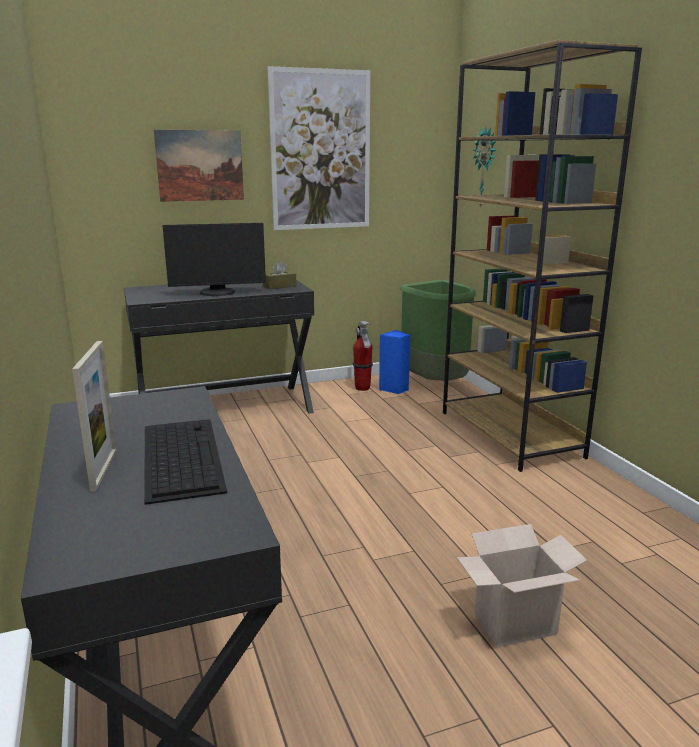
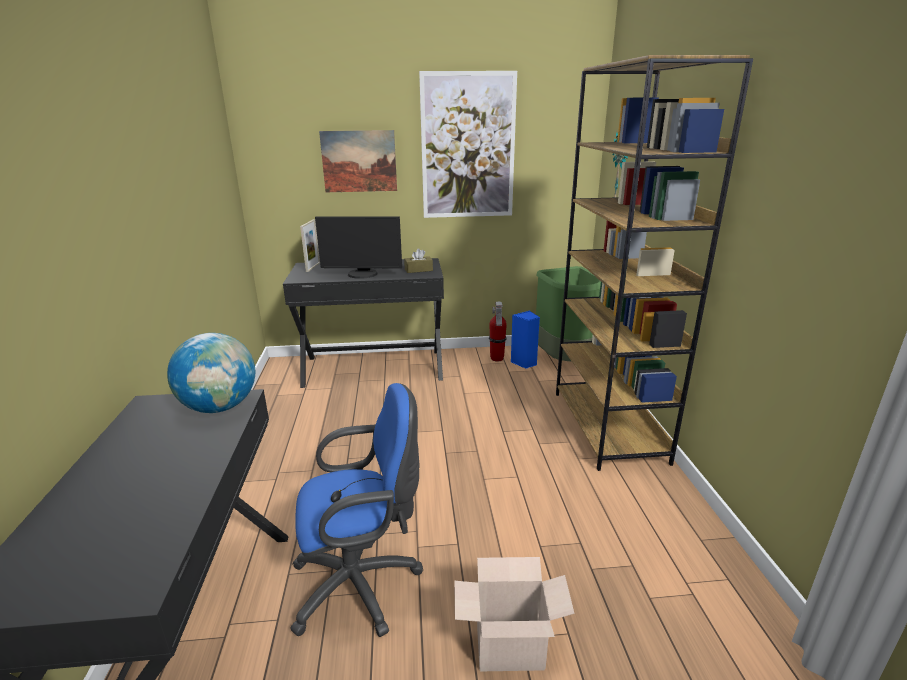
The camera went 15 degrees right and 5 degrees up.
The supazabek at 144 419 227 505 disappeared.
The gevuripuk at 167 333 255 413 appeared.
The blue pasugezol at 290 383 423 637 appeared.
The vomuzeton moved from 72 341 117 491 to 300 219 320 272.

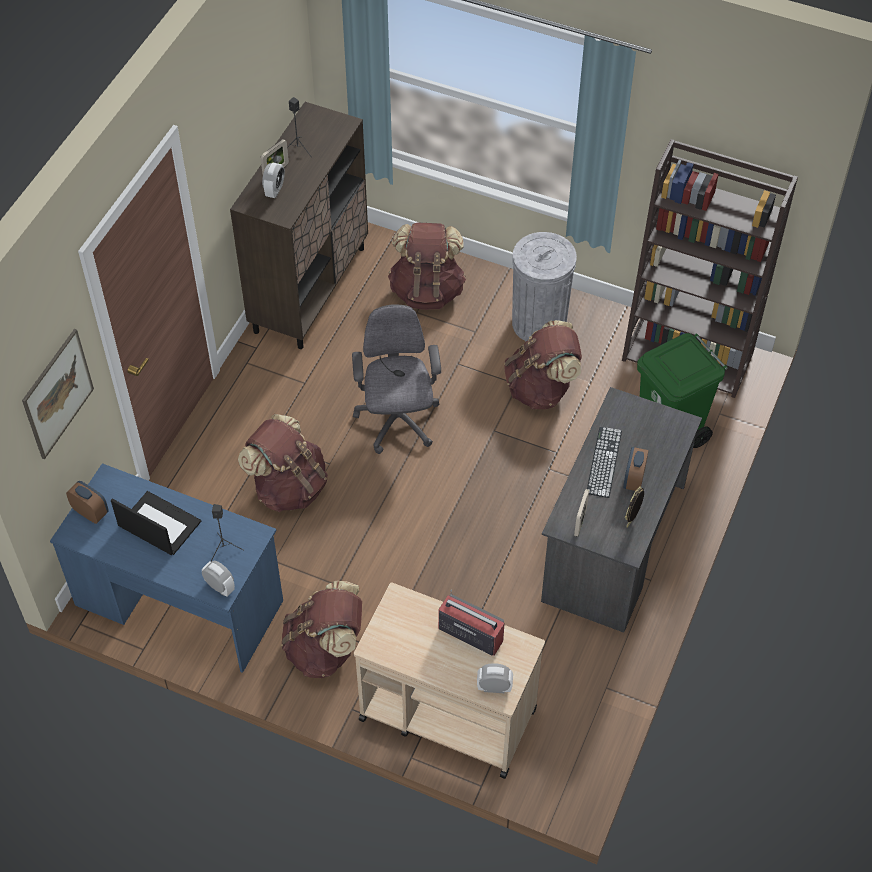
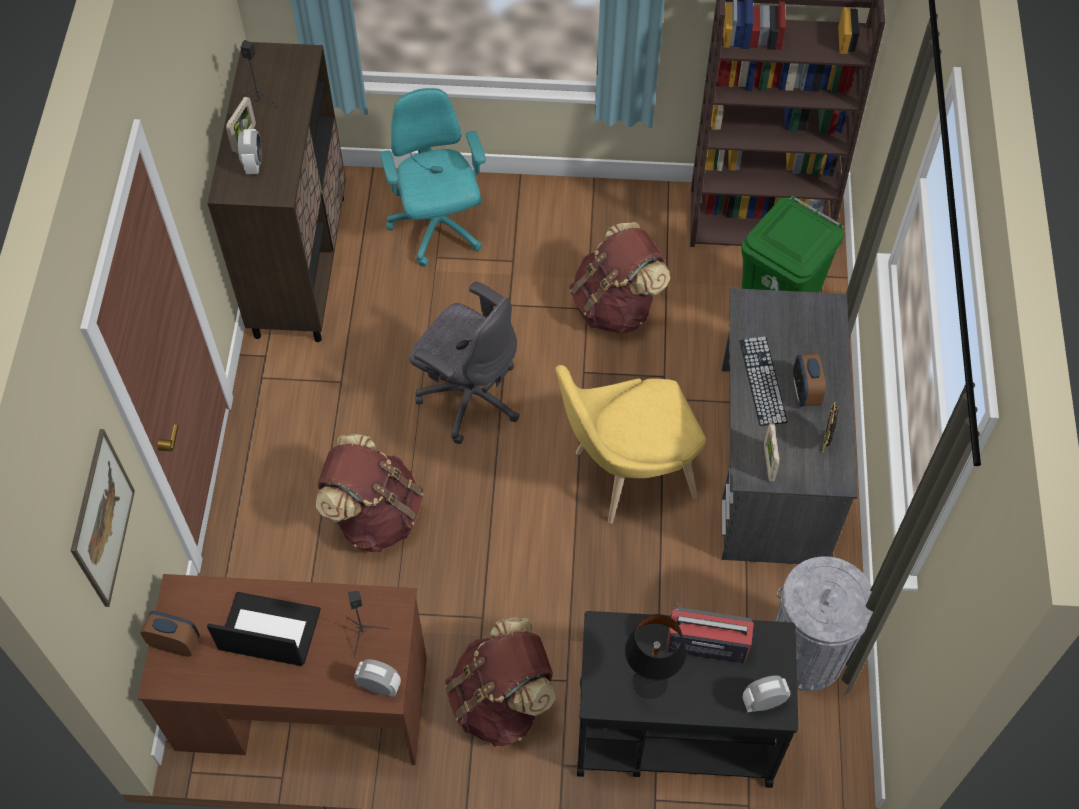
The camera went 20 degrees left and 5 degrees up.
The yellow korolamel at 555 365 706 524 appeared.
The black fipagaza at 625 614 687 699 appeared.
The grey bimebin moved from 512 232 577 342 to 775 556 873 691.
The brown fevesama at 388 222 466 310 was replaced by the turquoise pasugezol at 380 88 486 266.
The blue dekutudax at 50 463 283 673 became the brown dekutudax at 138 574 427 765.
The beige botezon at 354 582 545 779 became the black botezon at 577 611 798 788.
The grey pasugezol at 352 304 441 454 turned 150 degrees clockwise.

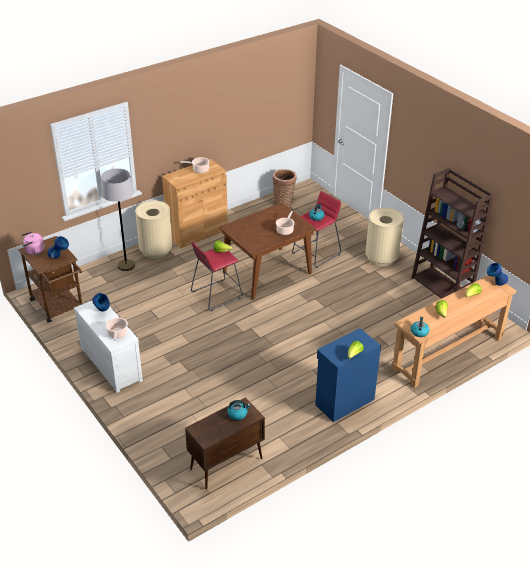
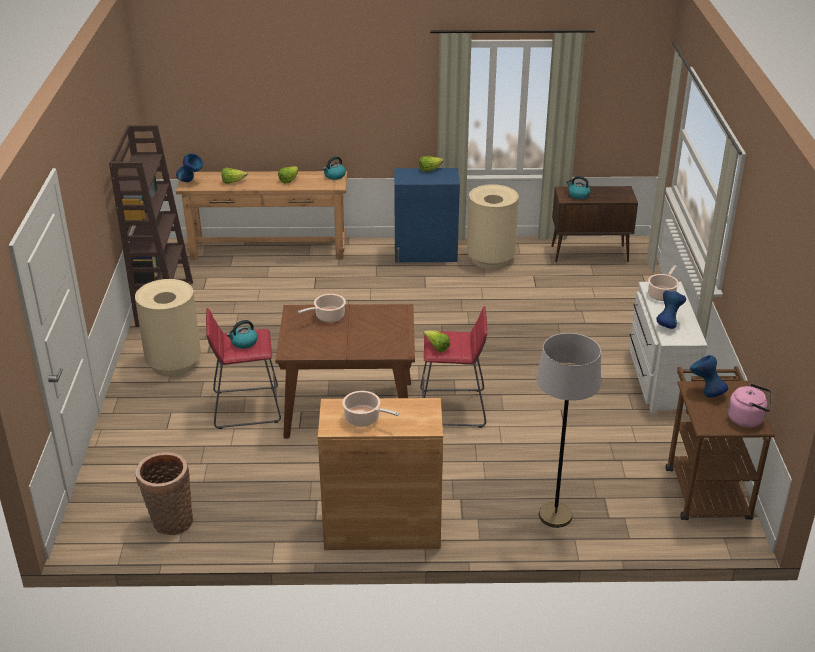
The camera went 145 degrees left and 5 degrees down.
The beige bimebin moved from 135 200 173 259 to 467 184 519 269.

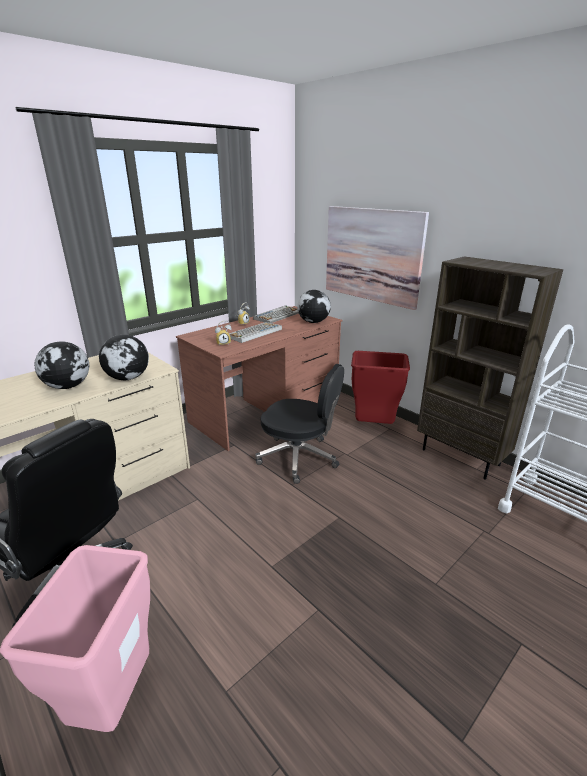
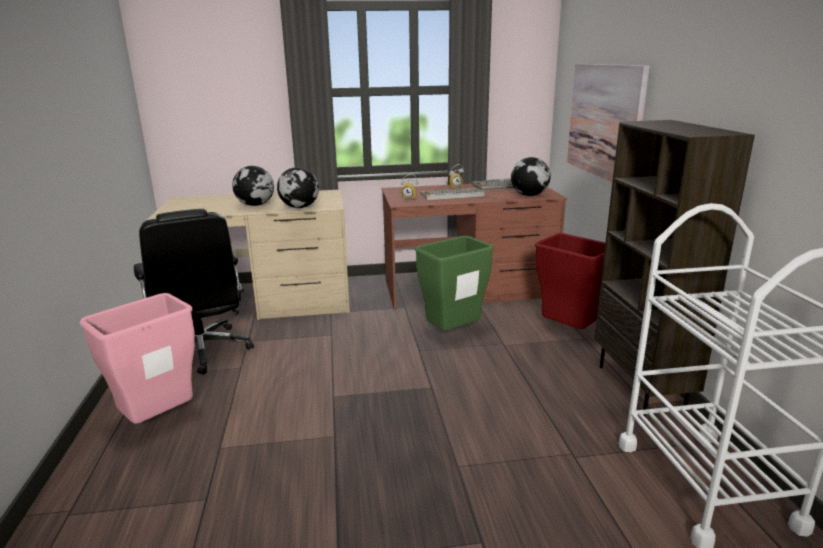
The camera went 35 degrees right and 5 degrees down.
The black pasugezol at 255 364 344 484 was replaced by the green bimebin at 415 236 494 331.

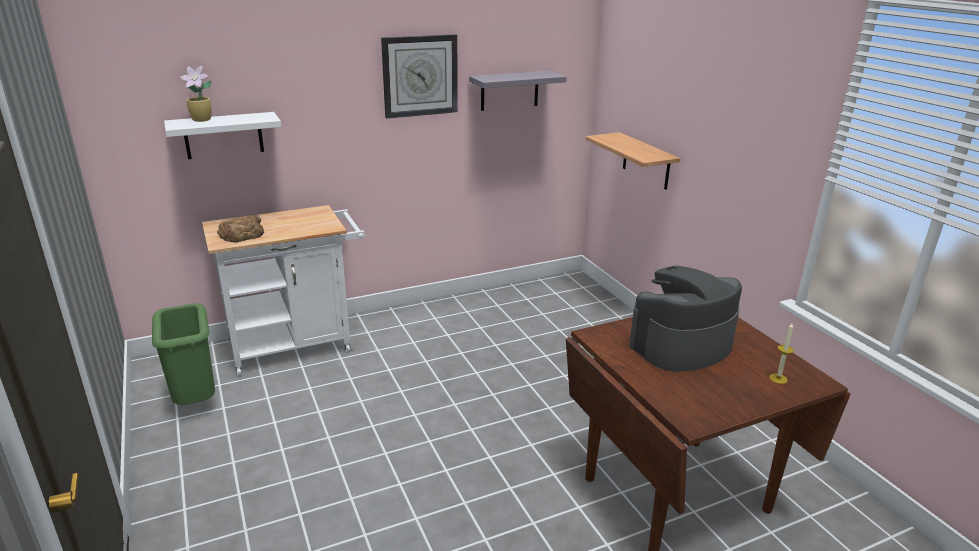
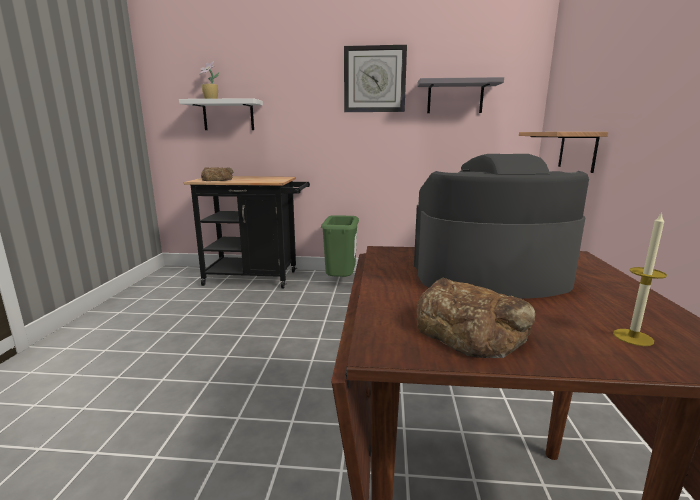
The camera went 30 degrees right and 10 degrees down.
The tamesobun at 416 278 535 358 appeared.
The green bimebin moved from 152 303 215 405 to 321 215 359 277.
The white botezon at 202 205 365 376 became the black botezon at 184 176 310 289.

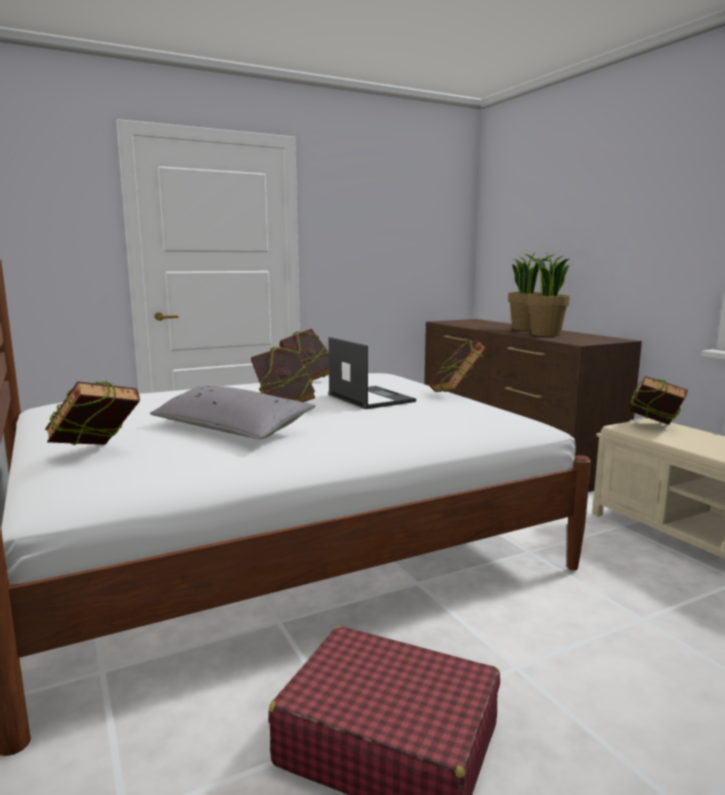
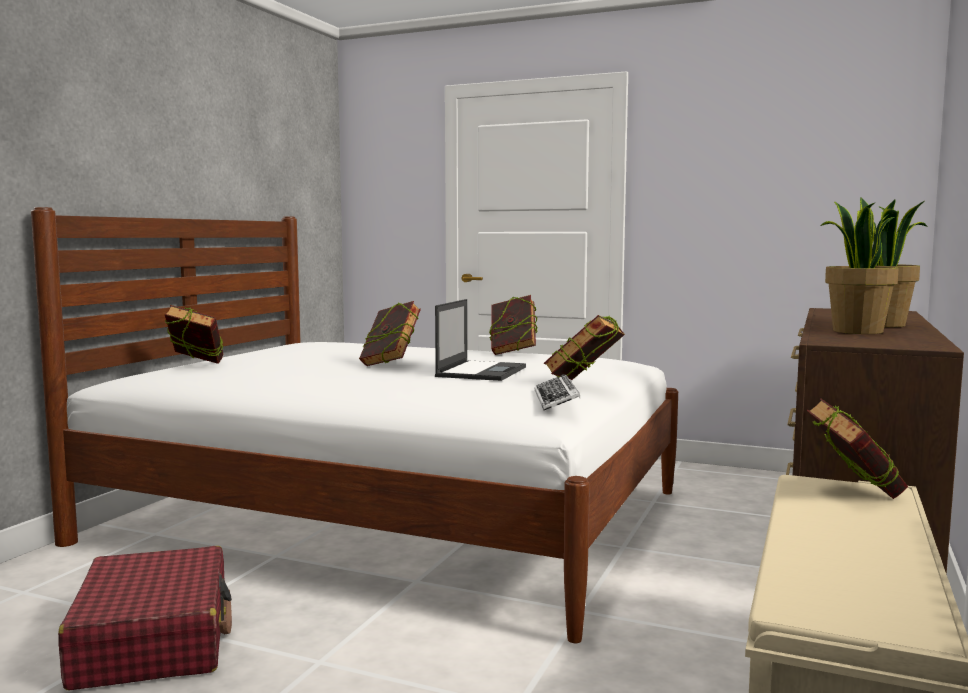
The camera went 50 degrees right and 5 degrees down.
The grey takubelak at 150 386 315 439 disappeared.
The supazabek at 535 374 580 410 appeared.

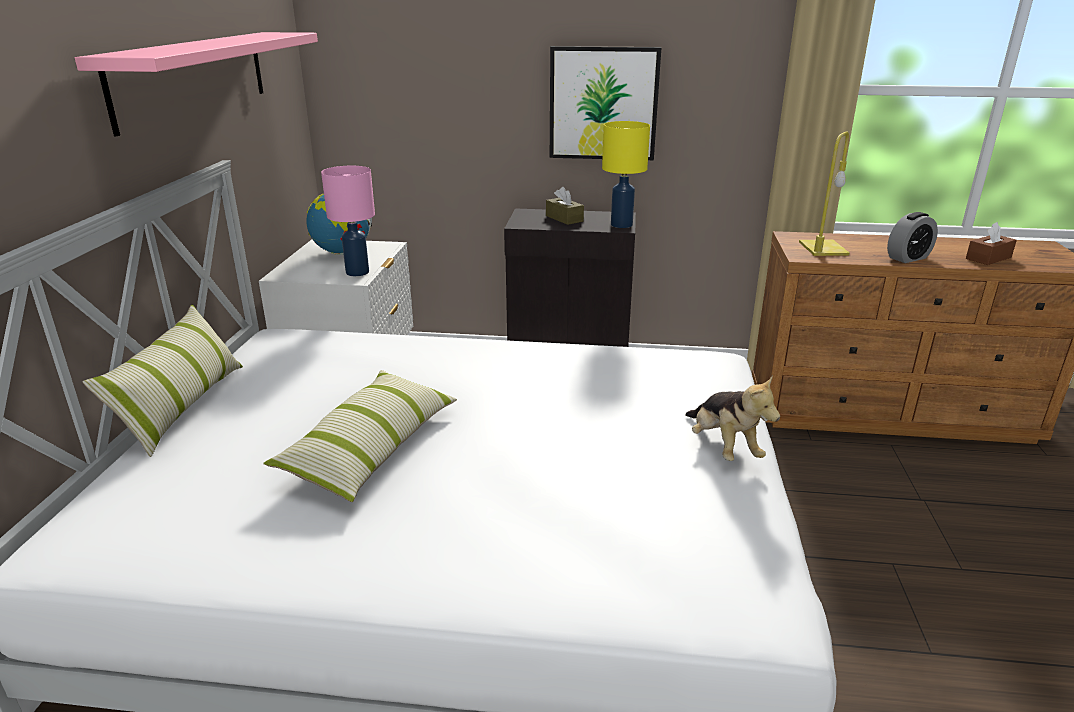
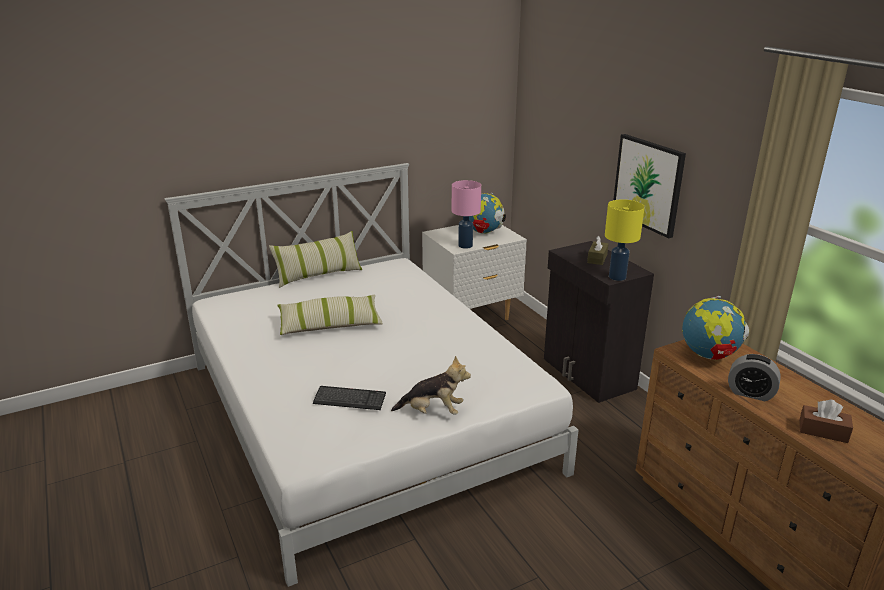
The camera went 55 degrees right and 0 degrees up.
The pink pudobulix at 75 32 318 136 disappeared.
The supazabek at 313 386 386 410 appeared.
The yellow fipagaza at 799 131 850 256 was replaced by the gevuripuk at 682 296 749 360.
The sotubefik at 685 375 780 461 turned 120 degrees counterclockwise.

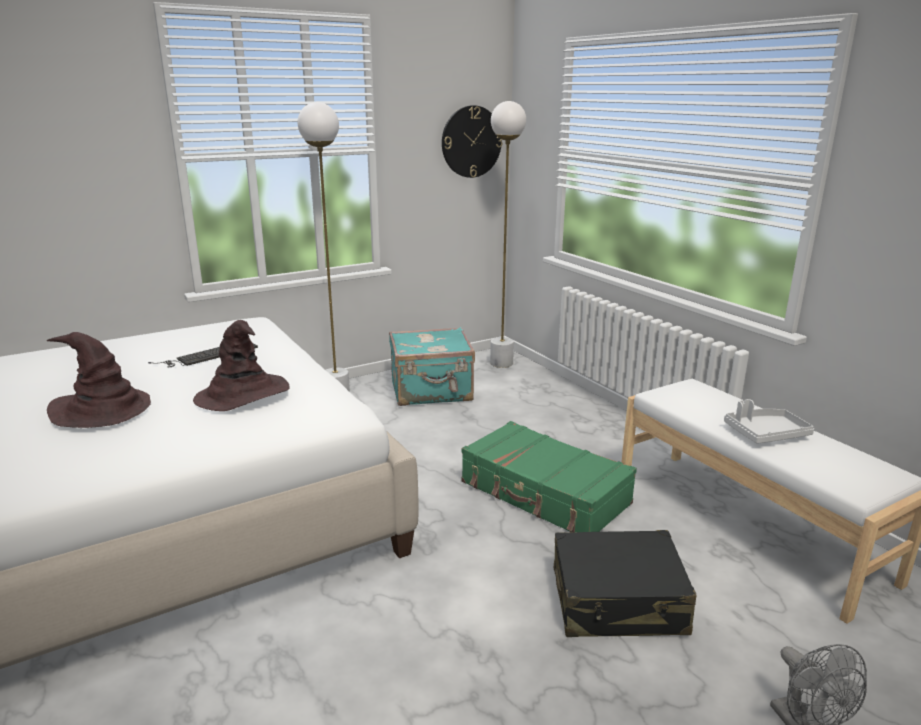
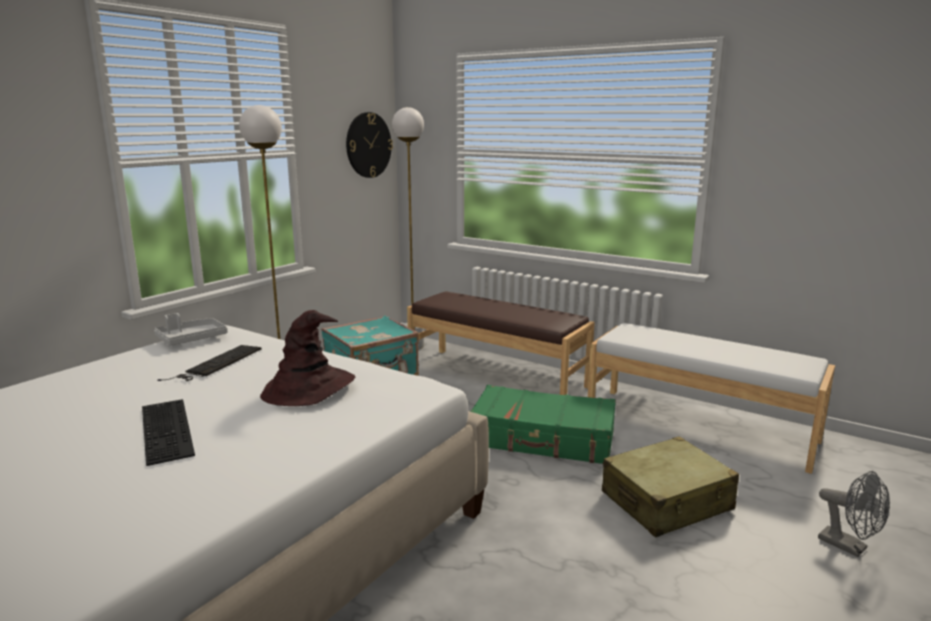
The camera went 25 degrees left and 5 degrees down.
The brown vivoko at 407 291 595 395 appeared.
The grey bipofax moved from 724 399 814 444 to 154 313 228 346.
The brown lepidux at 46 332 151 428 was replaced by the supazabek at 142 399 195 466.
The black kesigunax at 554 530 697 637 became the beige kesigunax at 602 436 739 537.

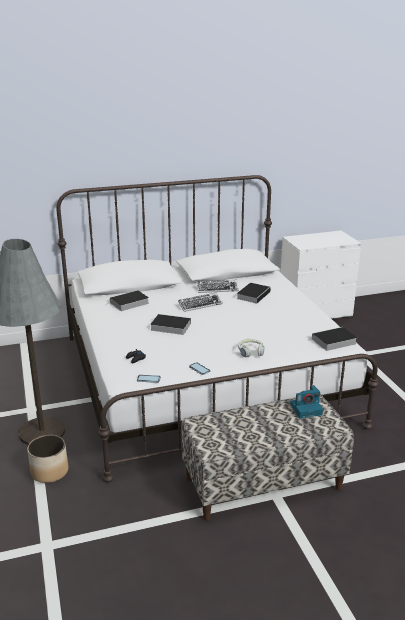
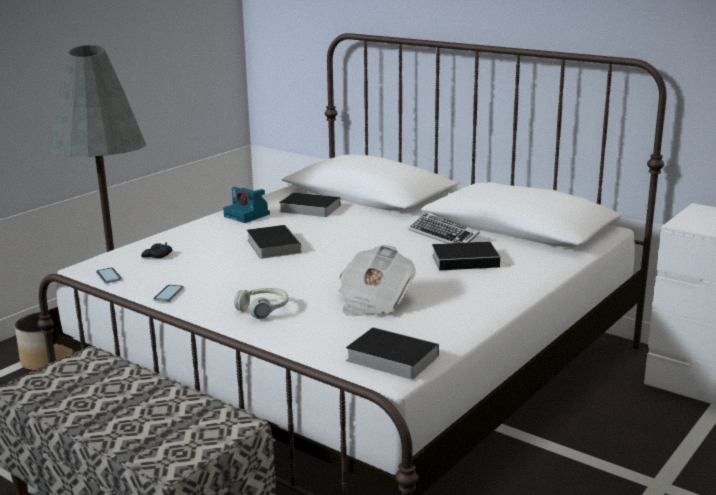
The camera went 55 degrees right and 5 degrees down.
The supazabek at 178 292 223 312 disappeared.
The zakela at 339 245 416 316 appeared.
The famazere moved from 290 385 323 418 to 223 187 270 223.

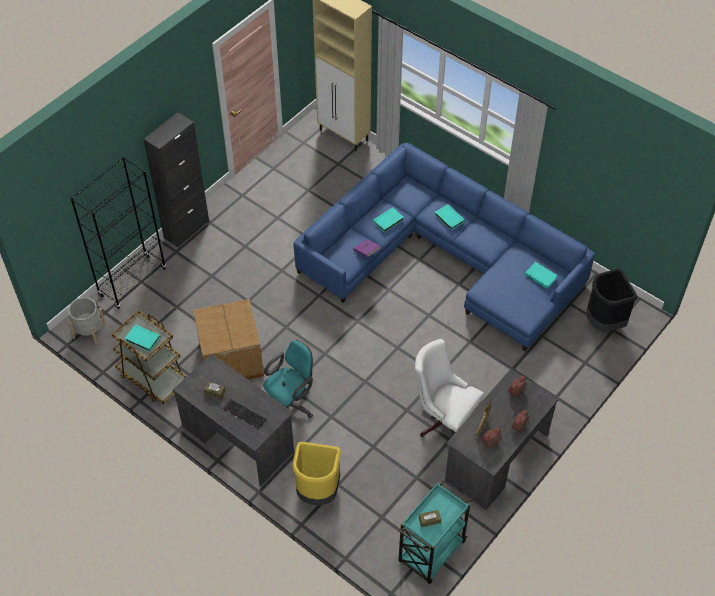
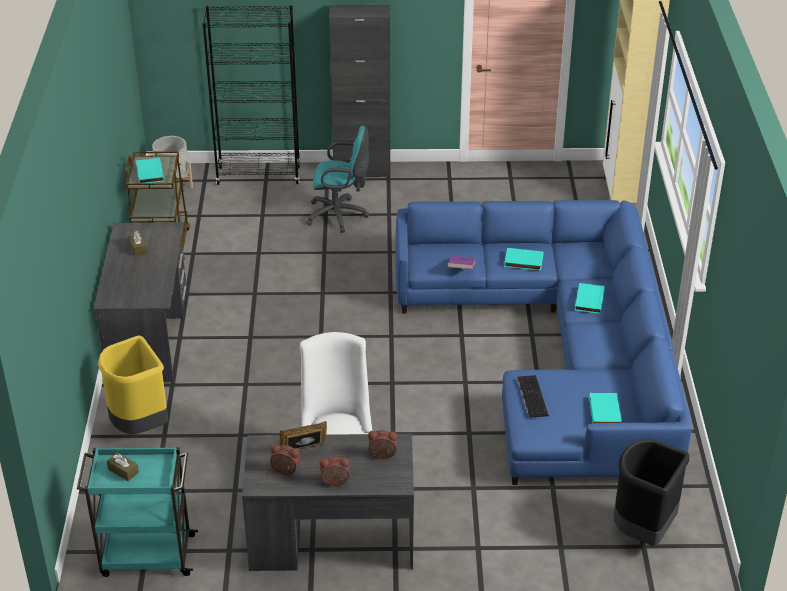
The camera went 50 degrees right and 15 degrees down.
The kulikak at 193 299 264 379 disappeared.
The supazabek moved from 223 399 267 430 to 517 375 549 418.
The turquoise pasugezol moved from 263 340 313 418 to 306 126 369 233.

